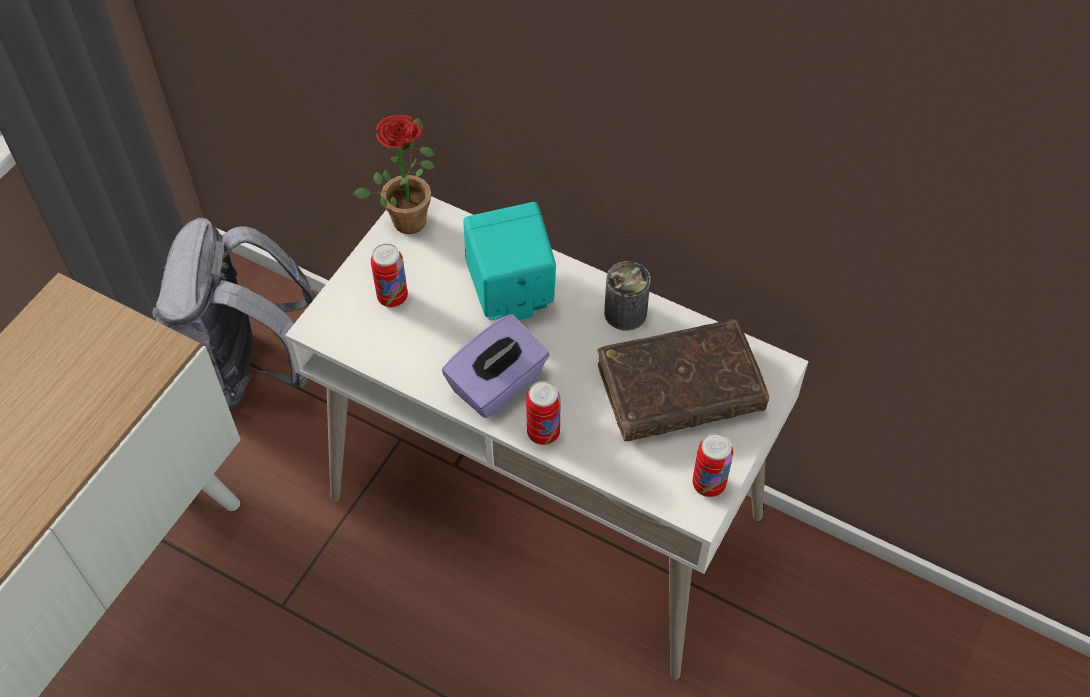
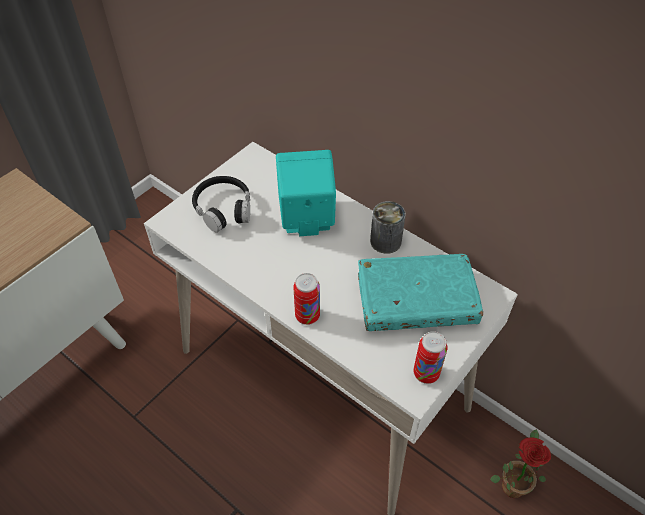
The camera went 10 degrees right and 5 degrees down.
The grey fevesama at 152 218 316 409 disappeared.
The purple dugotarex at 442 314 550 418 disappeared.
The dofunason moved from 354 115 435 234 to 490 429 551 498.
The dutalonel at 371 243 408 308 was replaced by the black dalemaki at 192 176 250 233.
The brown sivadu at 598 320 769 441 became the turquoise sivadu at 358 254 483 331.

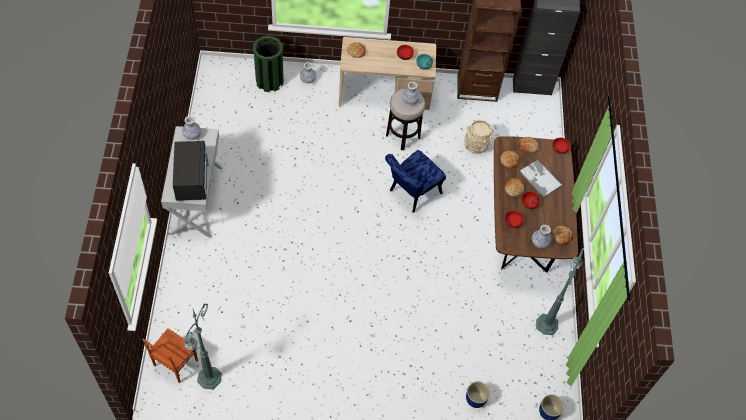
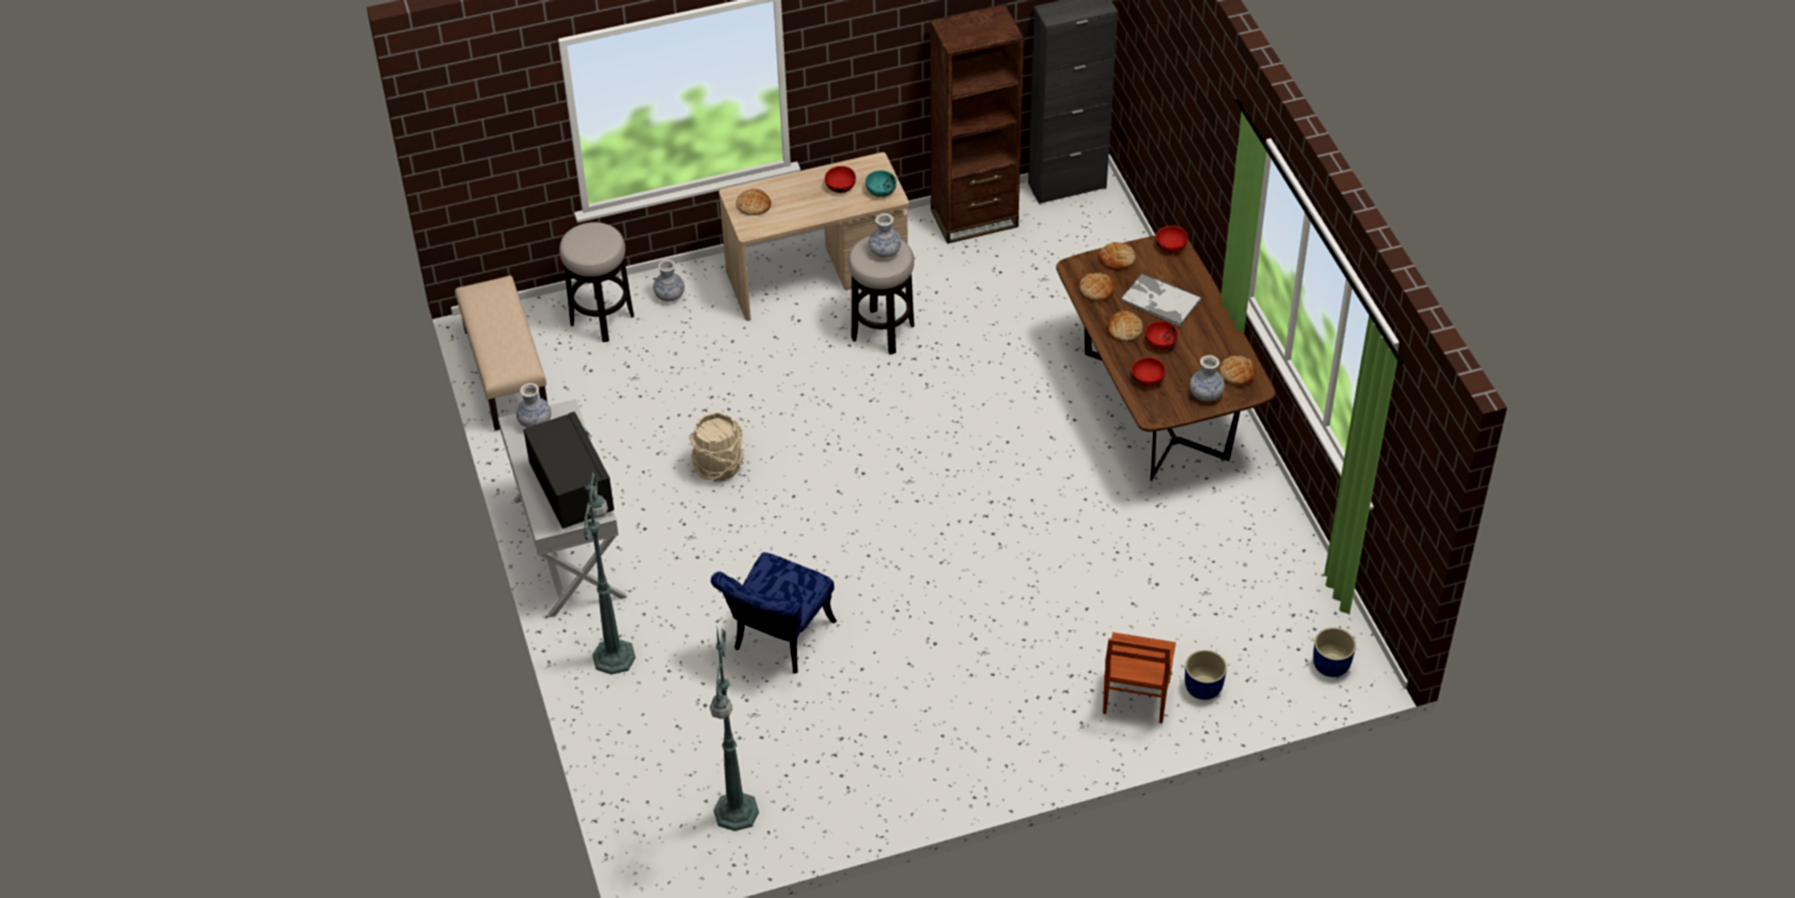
The camera went 15 degrees left and 10 degrees down.
The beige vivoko at 455 276 548 431 appeared.
The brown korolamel moved from 142 328 198 383 to 1103 632 1176 723.
The blue korolamel moved from 385 150 446 213 to 711 552 837 674.
The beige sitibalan moved from 464 120 494 154 to 689 412 744 482.
The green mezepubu moved from 536 248 584 335 to 584 470 636 675.
The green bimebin at 253 36 284 92 was replaced by the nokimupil at 559 222 634 342.

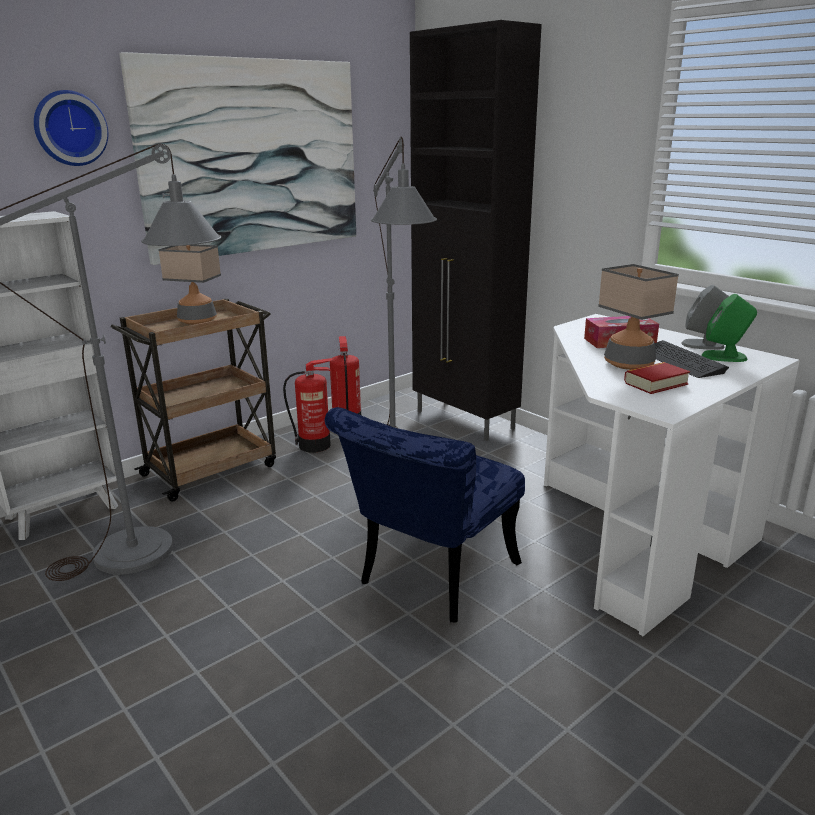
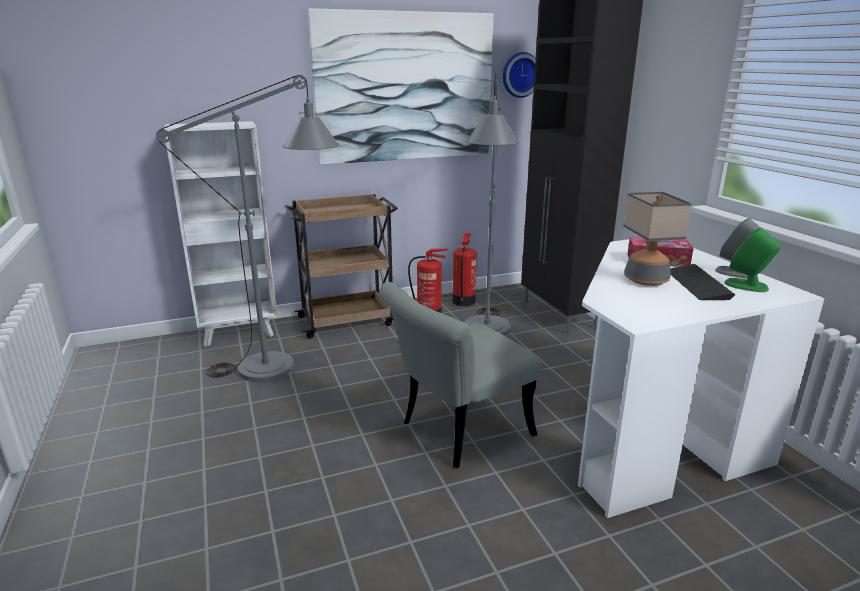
The camera went 20 degrees right and 0 degrees up.
The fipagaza at 158 244 221 325 disappeared.
The sivadu at 624 362 690 394 disappeared.
The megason moved from 34 90 108 166 to 502 52 536 98.
The blue korolamel at 325 407 525 623 became the grey korolamel at 379 282 542 468.

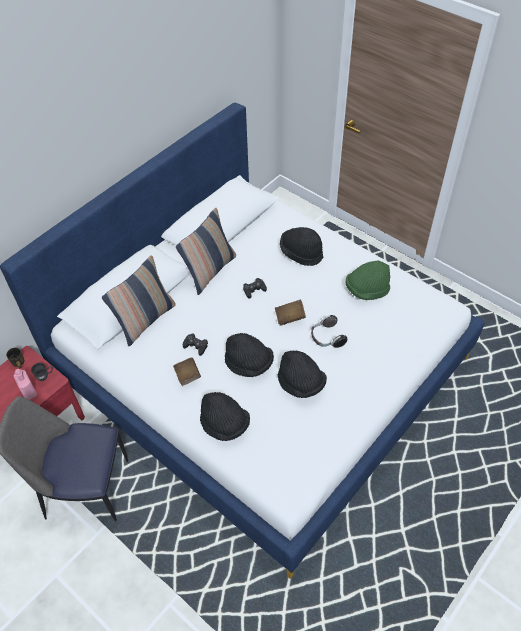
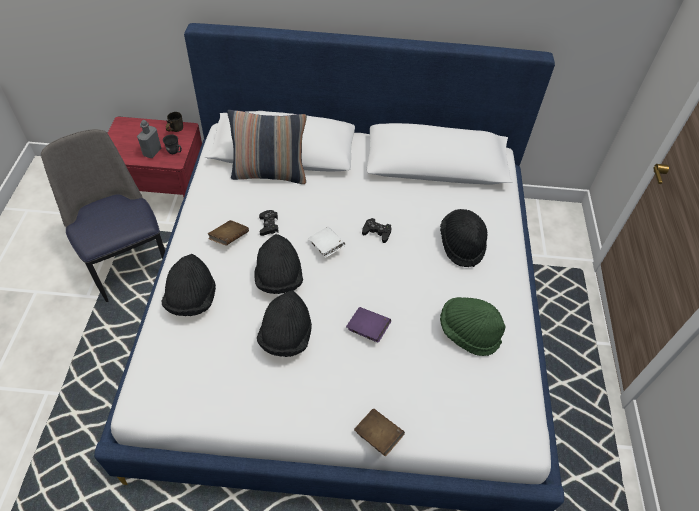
The camera went 50 degrees right and 0 degrees up.
The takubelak at 176 208 236 295 disappeared.
The white sivadu at 308 227 345 258 appeared.
The brown sivadu moved from 275 299 306 326 to 354 409 405 456.
The dalemaki at 311 315 347 348 was replaced by the purple sivadu at 346 307 391 342.
The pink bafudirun at 13 369 37 400 became the grey bafudirun at 137 120 161 158.

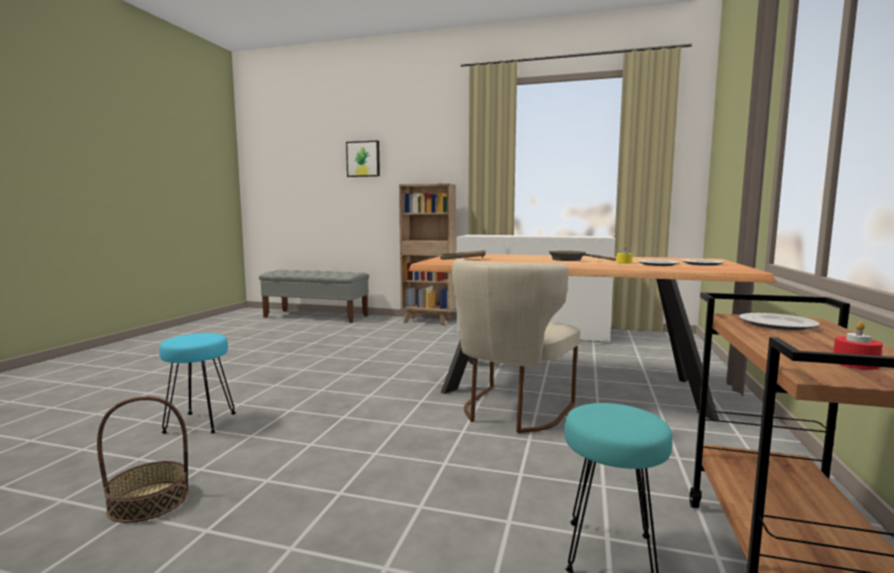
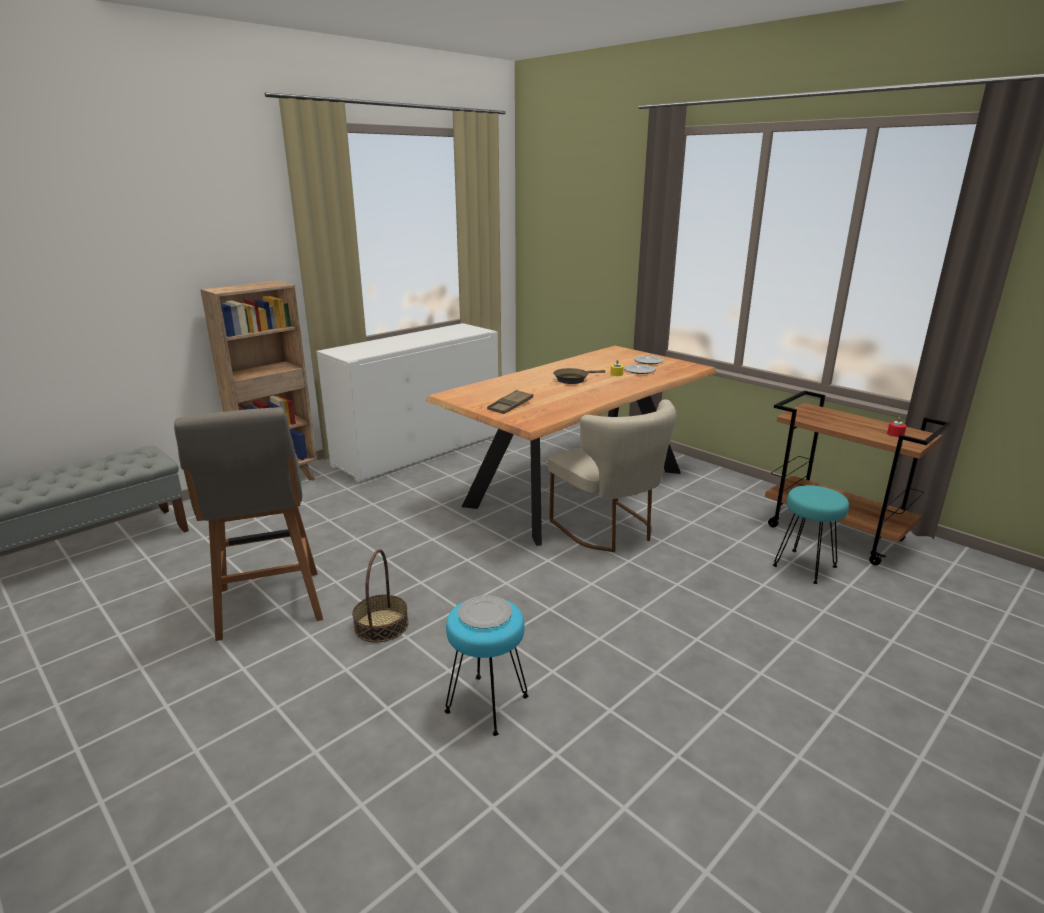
The camera went 60 degrees left and 15 degrees up.
The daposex at 346 140 380 177 disappeared.
The grey nokimupil at 174 407 323 641 appeared.
The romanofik moved from 97 396 189 523 to 352 549 408 643.
The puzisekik moved from 739 313 820 330 to 458 595 512 629.

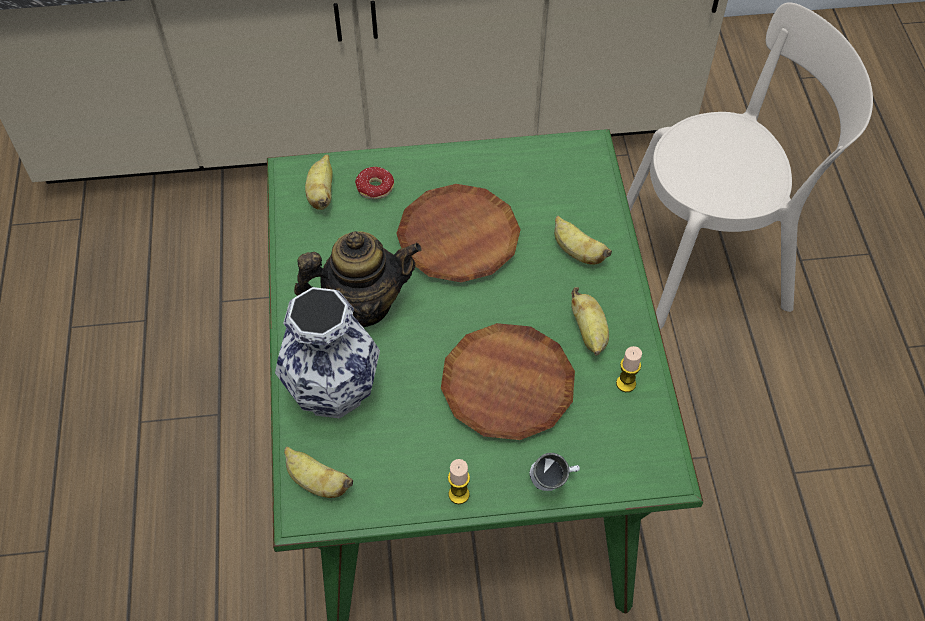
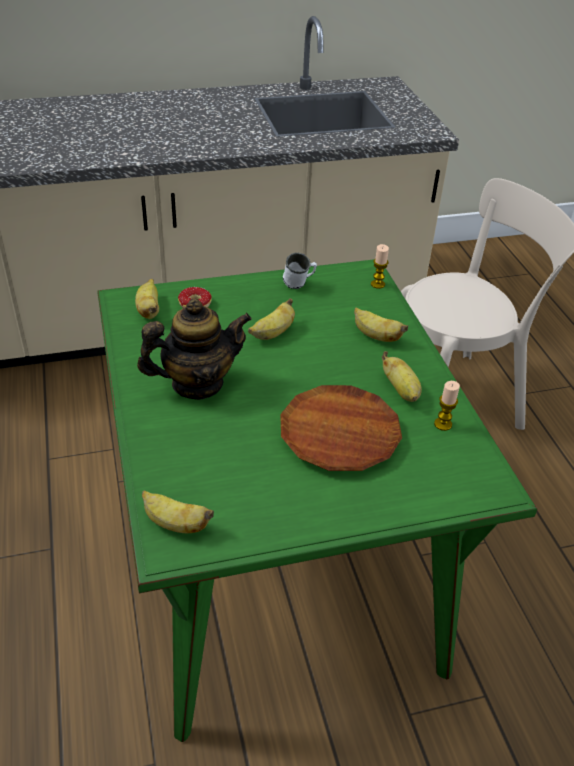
The camera went 10 degrees left and 15 degrees down.
The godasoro at 275 287 380 419 disappeared.
The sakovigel moved from 448 459 470 504 to 371 244 389 289.
The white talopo moved from 529 453 580 491 to 283 253 317 289.
The brown puzisekik at 396 184 521 282 was replaced by the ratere at 248 298 295 340.

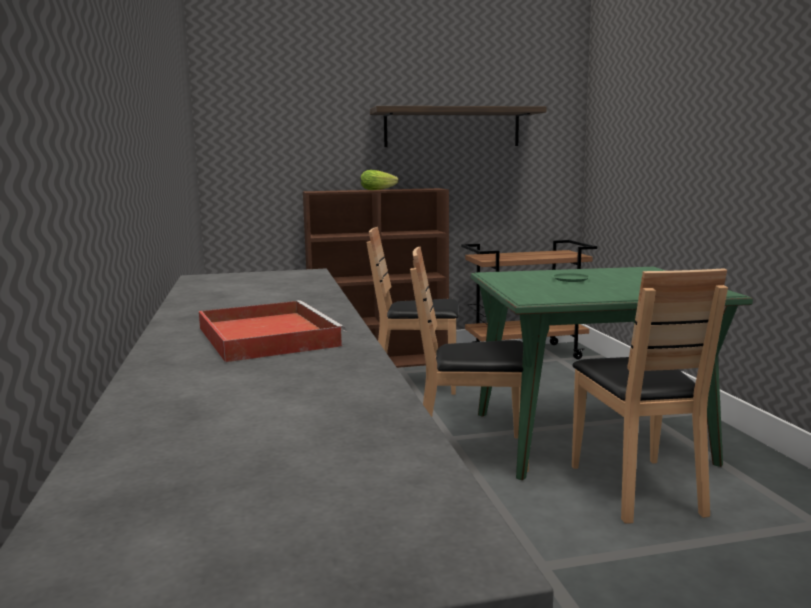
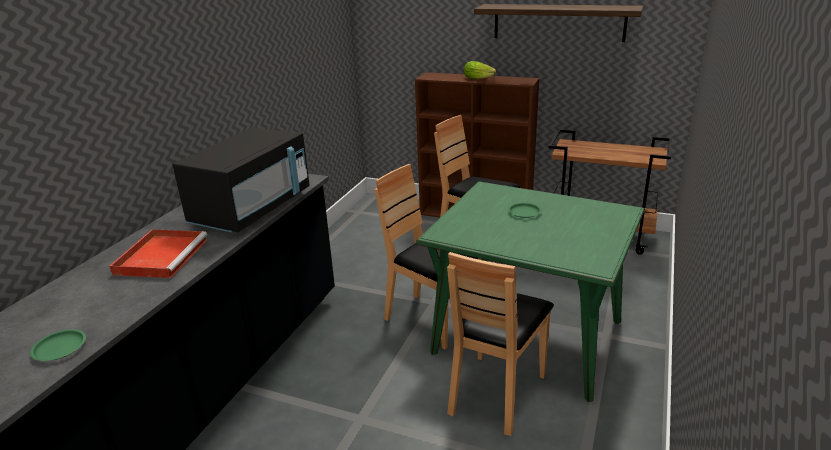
The camera went 35 degrees right and 15 degrees up.
The green puzisekik at 30 329 86 361 appeared.
The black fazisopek at 173 127 310 232 appeared.

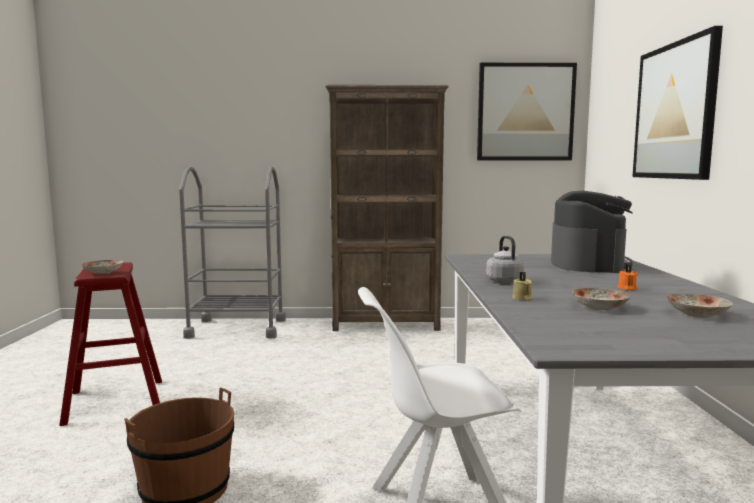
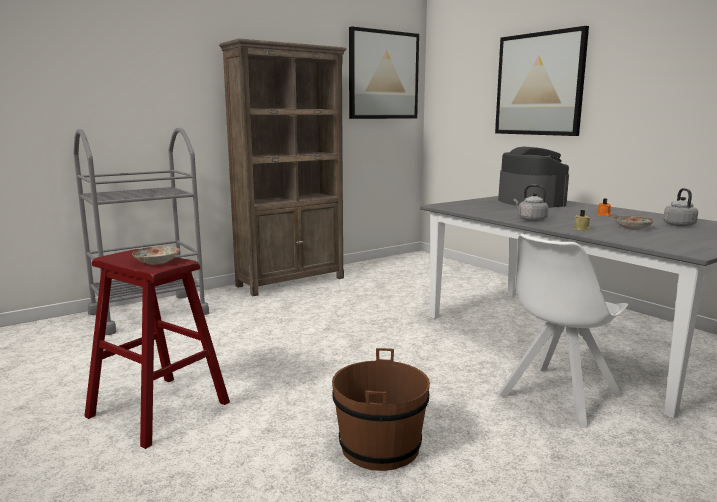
The camera went 35 degrees left and 5 degrees up.
The puzisekik at 667 294 733 318 was replaced by the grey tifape at 663 188 698 227.

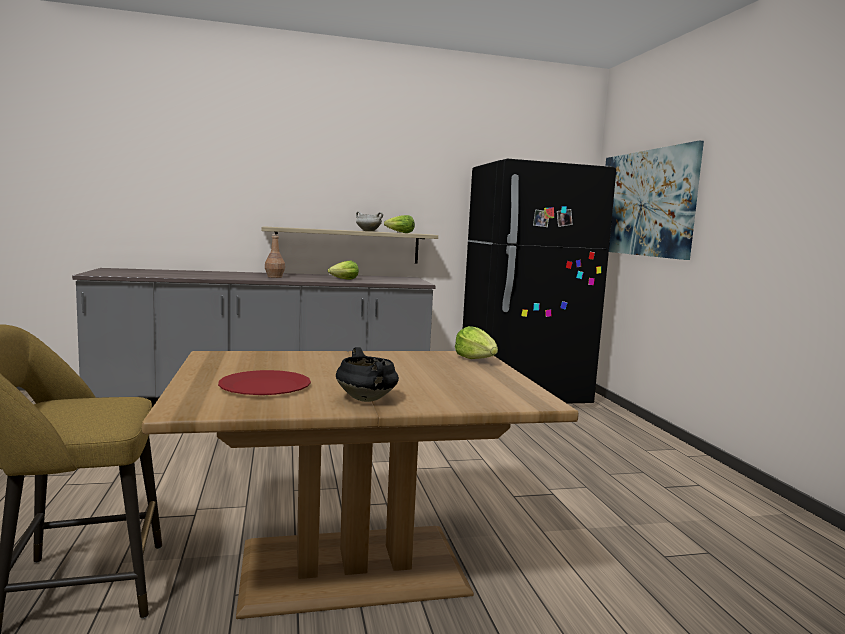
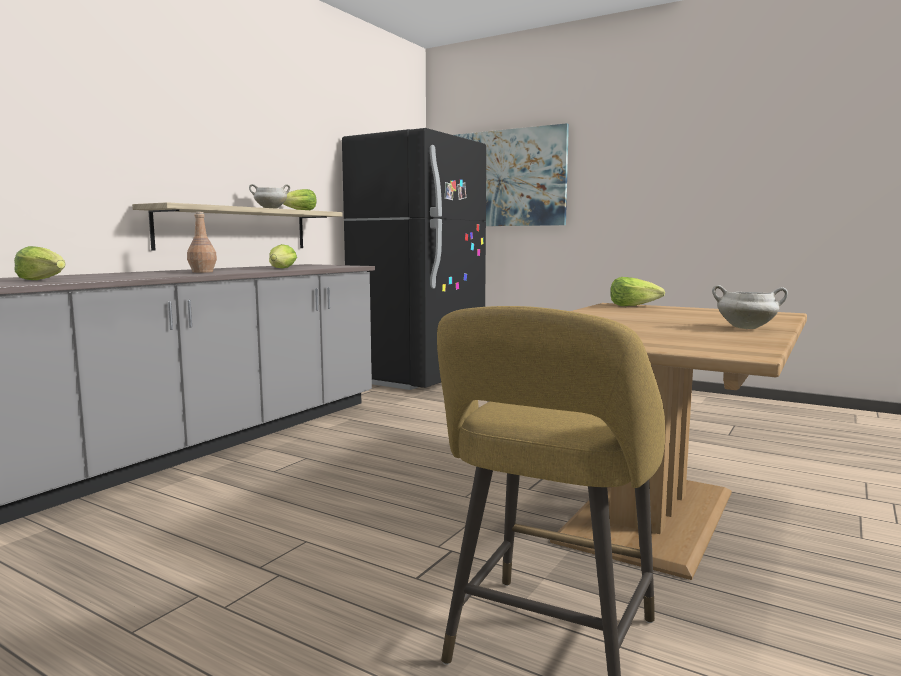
The camera went 45 degrees left and 0 degrees up.
The red puzisekik at 218 370 311 395 disappeared.
The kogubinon at 14 246 65 280 appeared.
The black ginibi at 336 347 399 402 became the white ginibi at 712 285 788 329.

